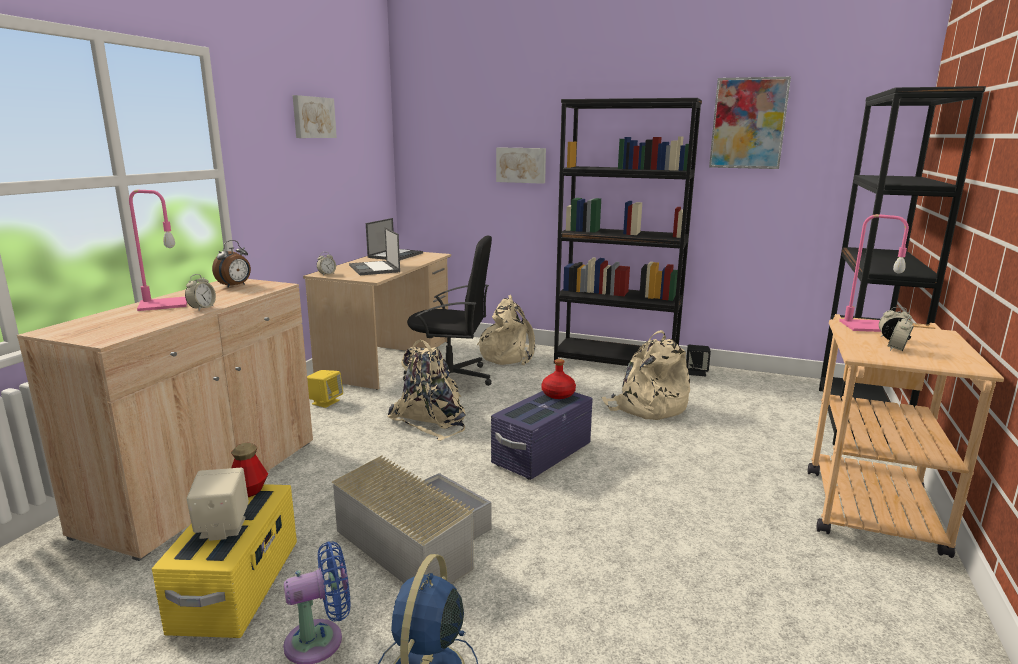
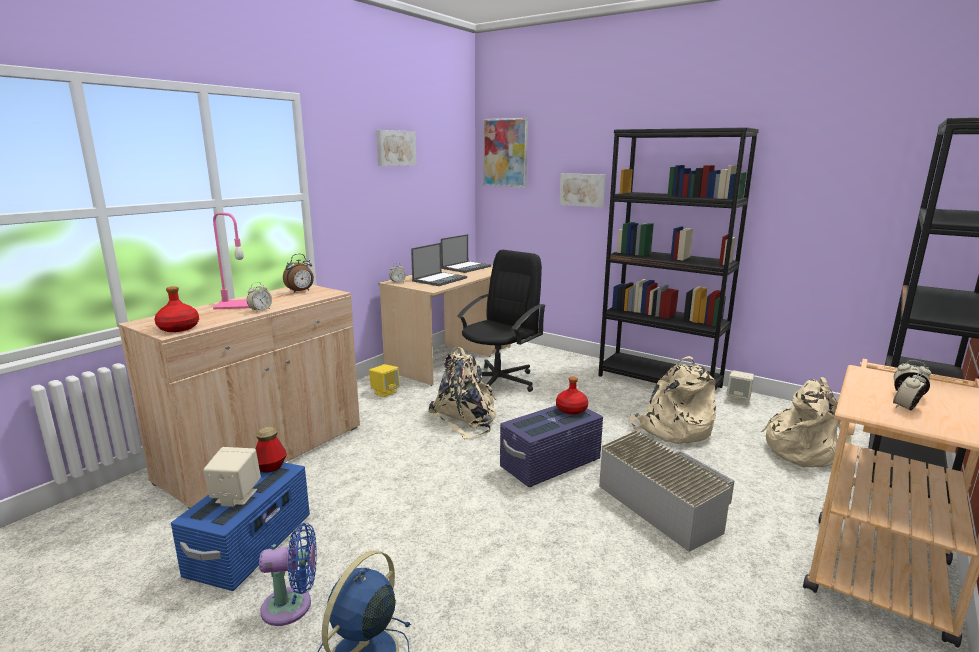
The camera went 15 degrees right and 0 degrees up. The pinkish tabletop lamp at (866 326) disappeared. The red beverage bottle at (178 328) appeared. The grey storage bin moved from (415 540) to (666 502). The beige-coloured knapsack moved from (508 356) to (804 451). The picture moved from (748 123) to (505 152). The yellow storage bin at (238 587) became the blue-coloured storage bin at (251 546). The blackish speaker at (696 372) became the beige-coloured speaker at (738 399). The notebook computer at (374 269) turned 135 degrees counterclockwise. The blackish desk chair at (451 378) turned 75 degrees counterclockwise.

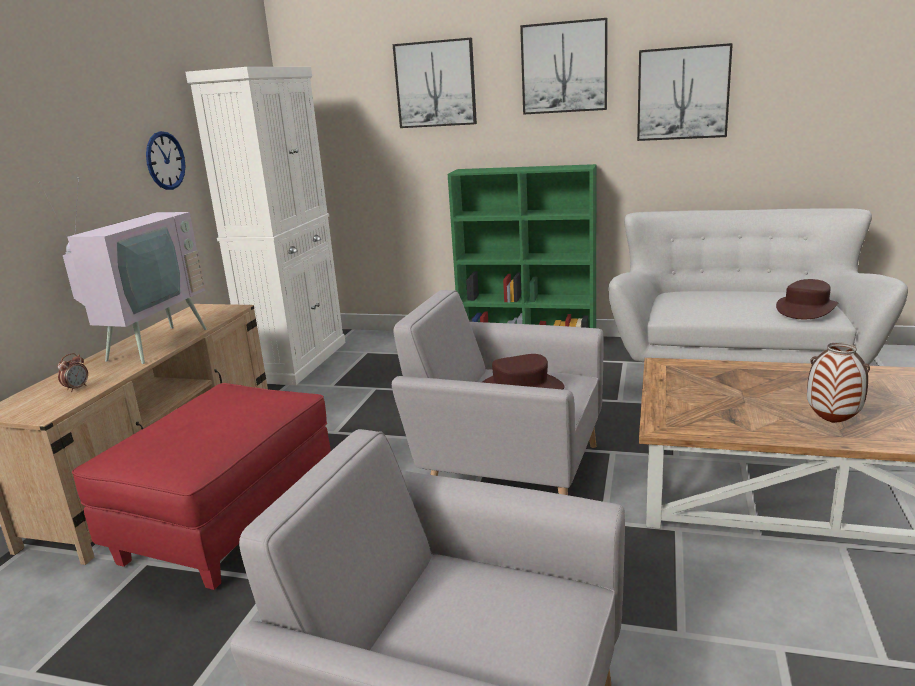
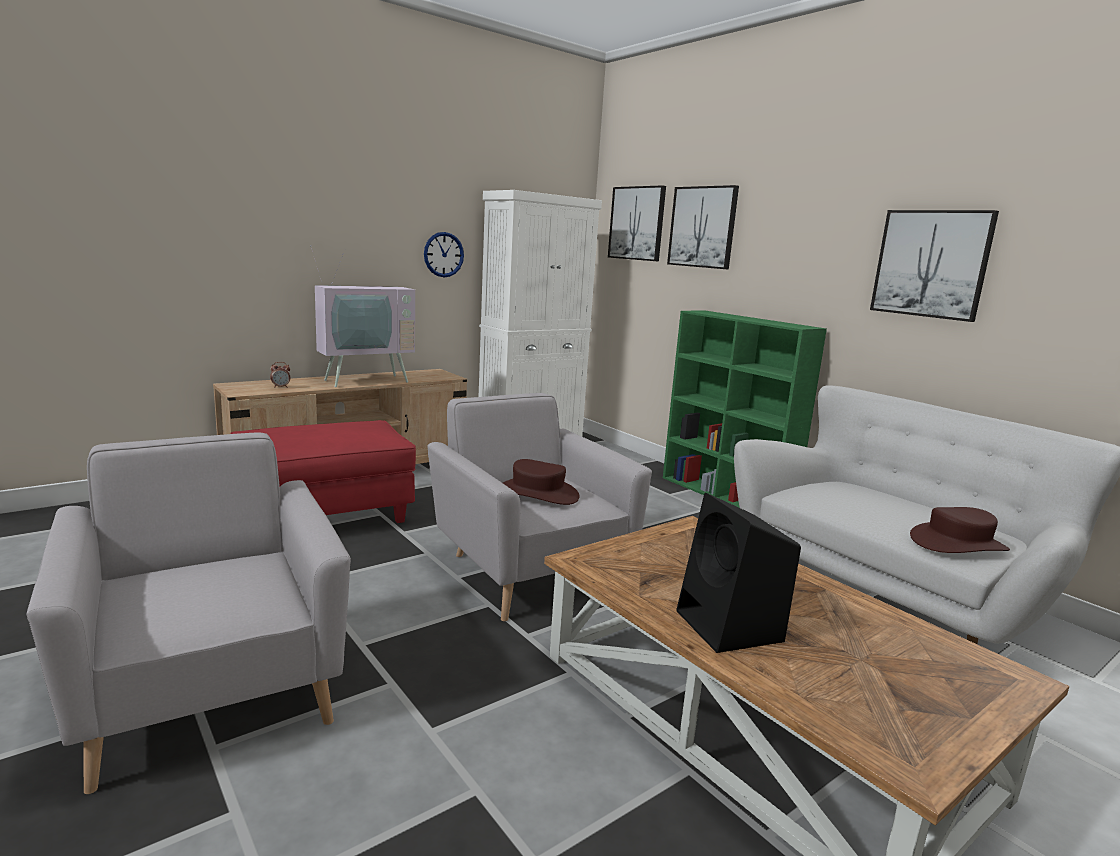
The camera went 35 degrees right and 5 degrees down. The picture moved from (564 67) to (637 223). The flower vase at (833 422) was replaced by the blackish speaker at (731 627).

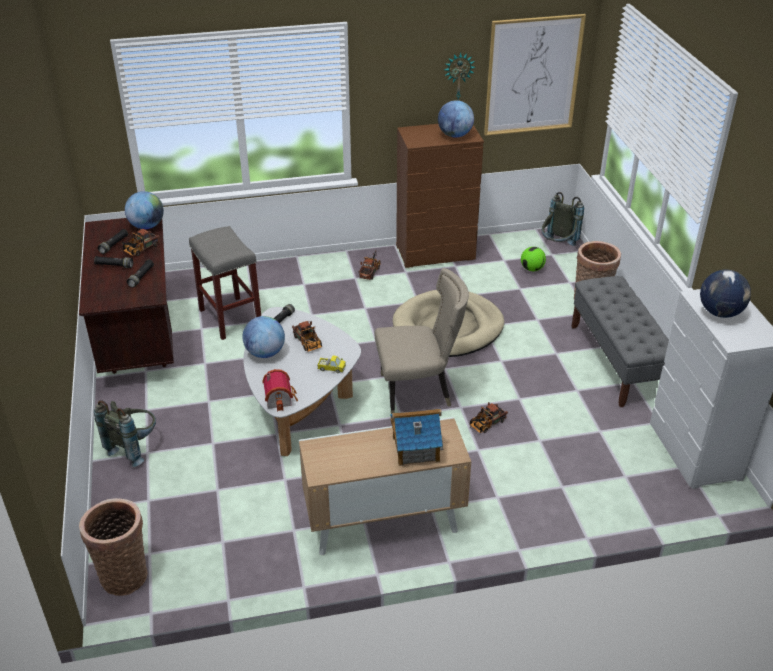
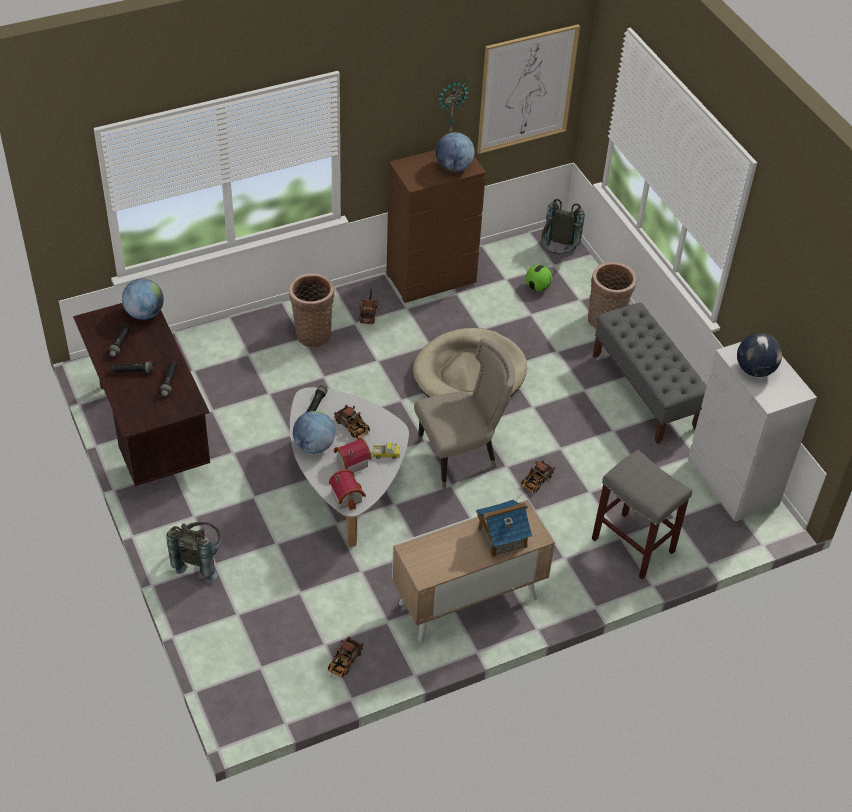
The camera went 15 degrees left and 10 degrees up. The model house at (350 462) appeared. The household basket moved from (124 574) to (312 333). The toy lorry moved from (140 250) to (343 663). The grey stool seat moved from (231 318) to (634 545).

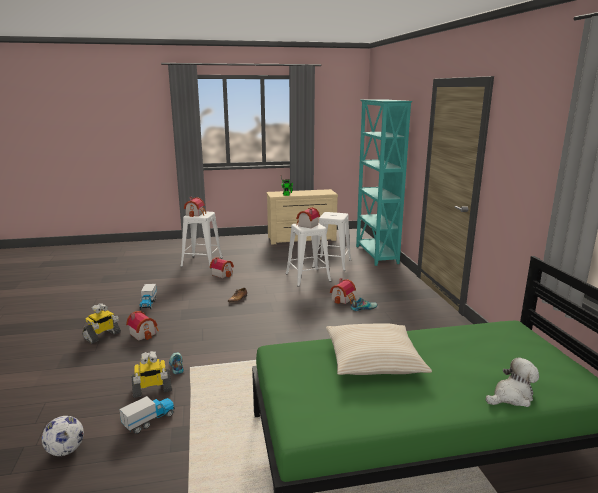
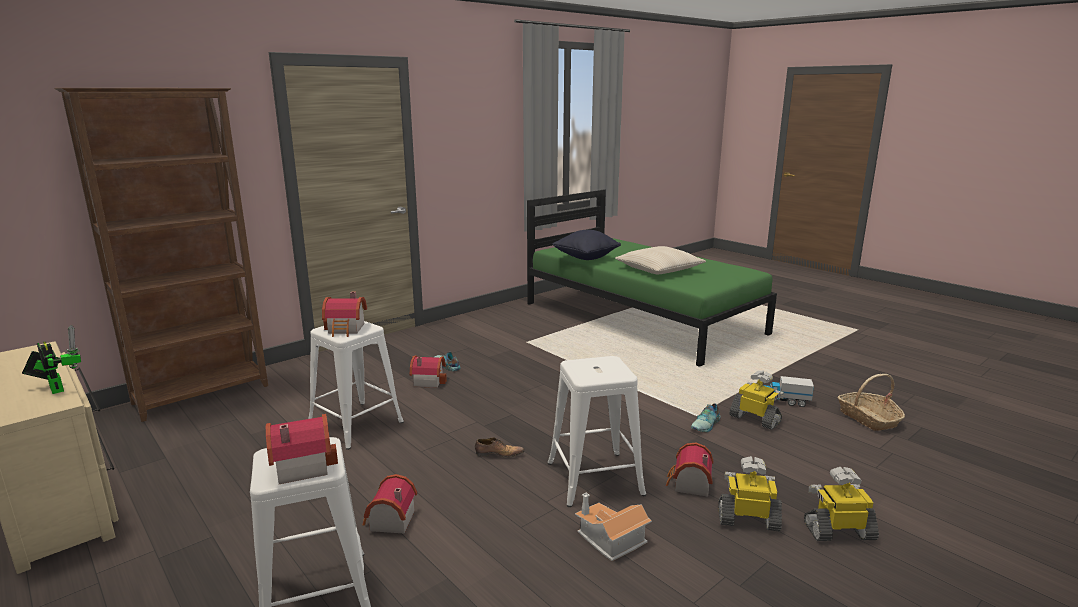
The camera went 120 degrees left and 0 degrees up. The soft toy at (511 397) disappeared. The blackish throw pillow at (586 258) appeared. The robot figure at (838 531) appeared. The white-coloured stool seat moved from (332 263) to (594 478). The ball for football at (65 450) was replaced by the household basket at (868 418). The toy lorry at (148 304) was replaced by the model house at (609 540). The turquoise shelving unit at (376 255) became the brownish shelving unit at (203 395).

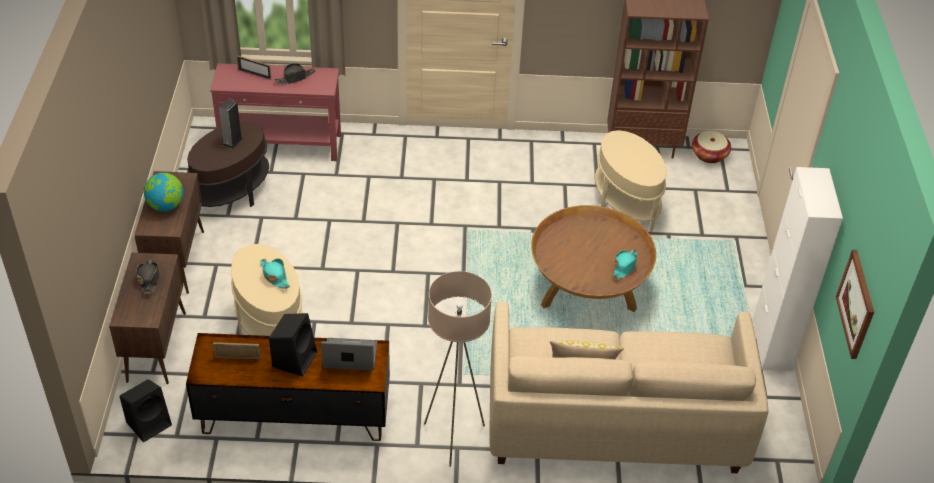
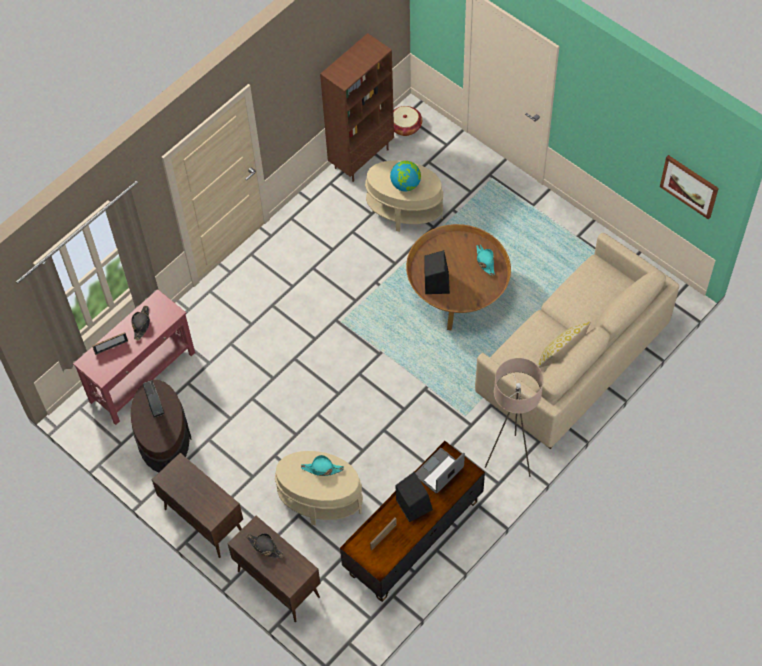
The camera went 45 degrees left and 15 degrees up. The white-coloured cupboard at (771 344) disappeared. The blackish speaker moved from (149 423) to (436 282). The world globe moved from (166 206) to (405 185).

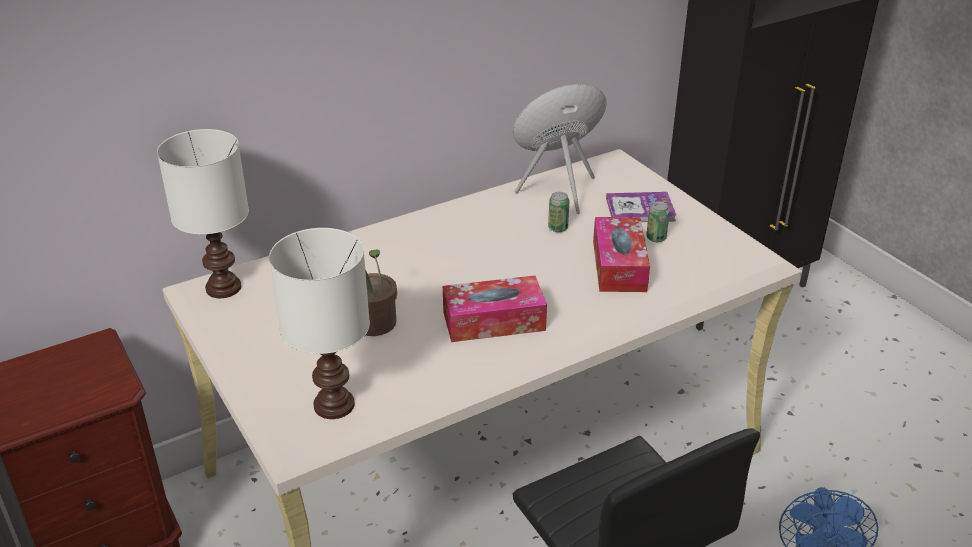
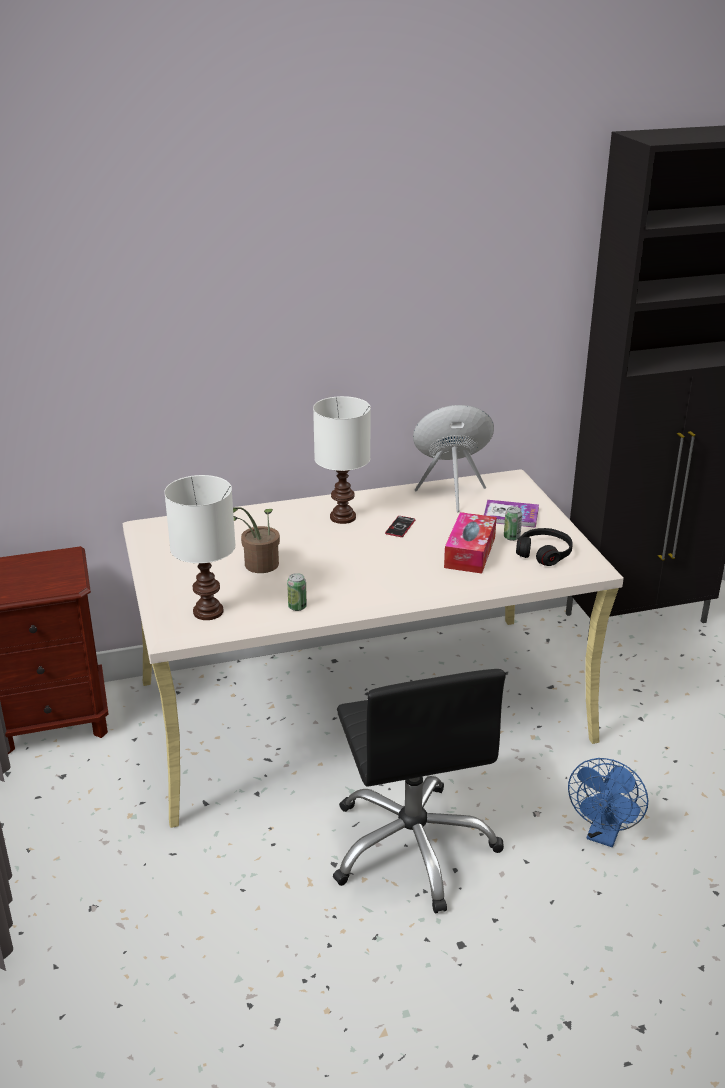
The camera went 15 degrees right and 5 degrees down. The box of tissues at (493 321) disappeared. The phone at (400 527) appeared. The blackish headphones at (544 553) appeared. The white-coloured tabletop lamp moved from (225 288) to (344 517). The can moved from (558 228) to (297 607).

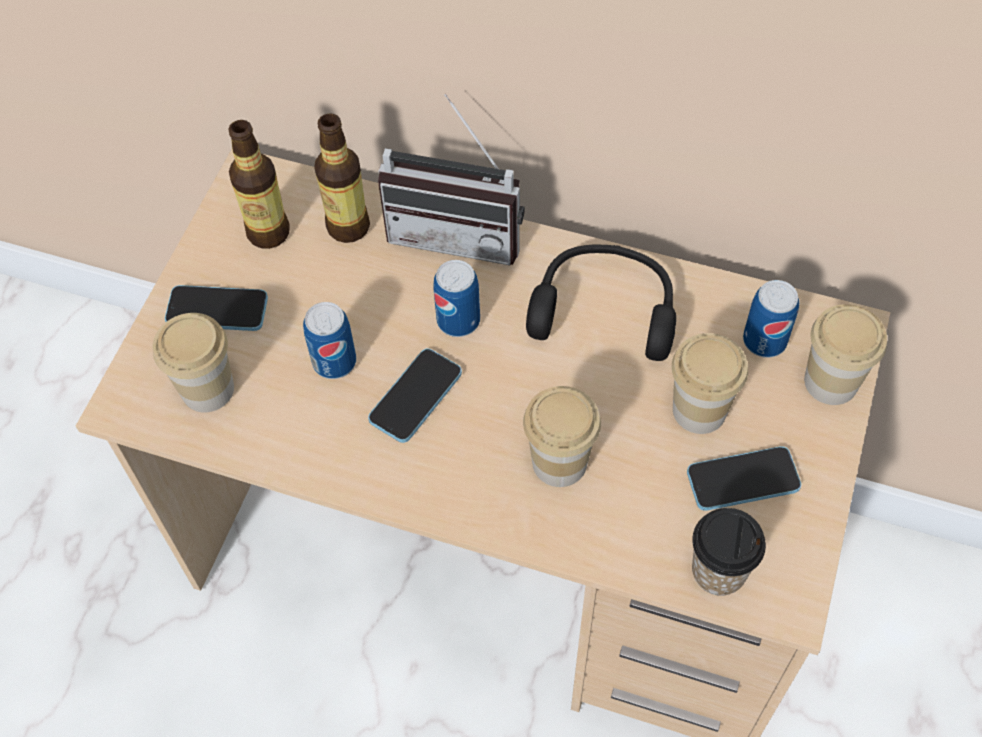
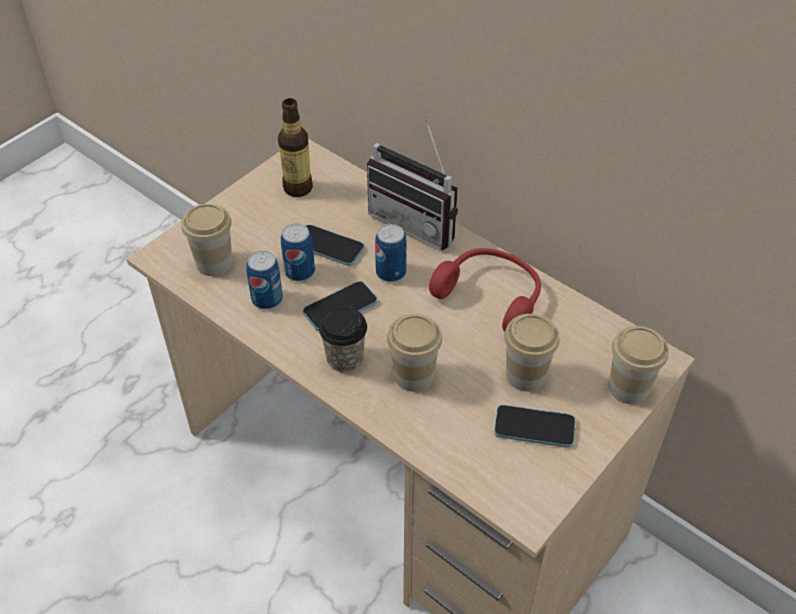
The camera went 20 degrees right and 10 degrees down. The beverage bottle at (348 227) disappeared. The phone moved from (217 310) to (329 247). The drinking cup moved from (718 571) to (345 359). The can moved from (764 341) to (267 299). The blackish headphones at (604 310) became the red headphones at (491 296).

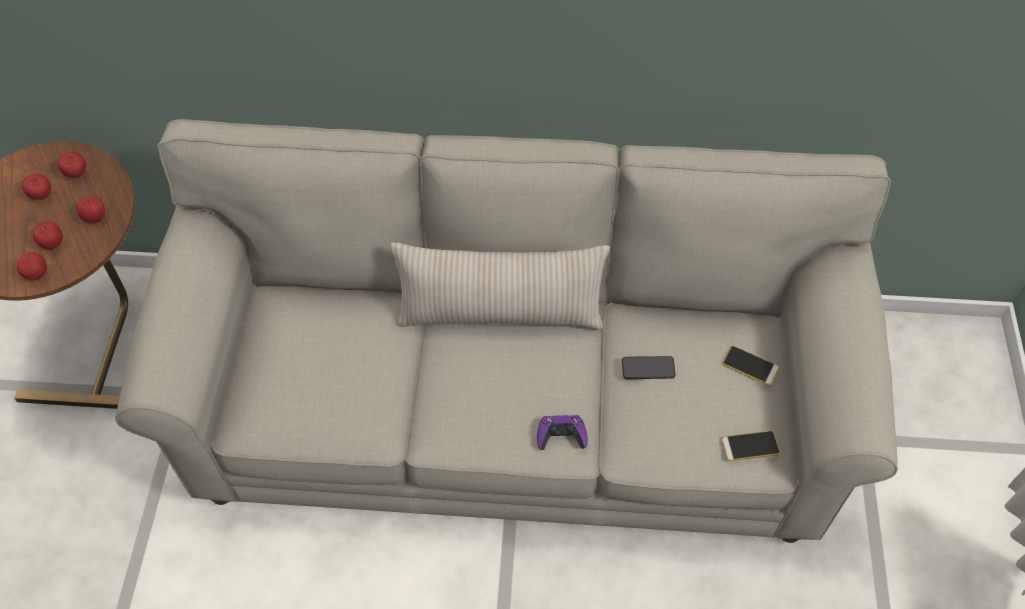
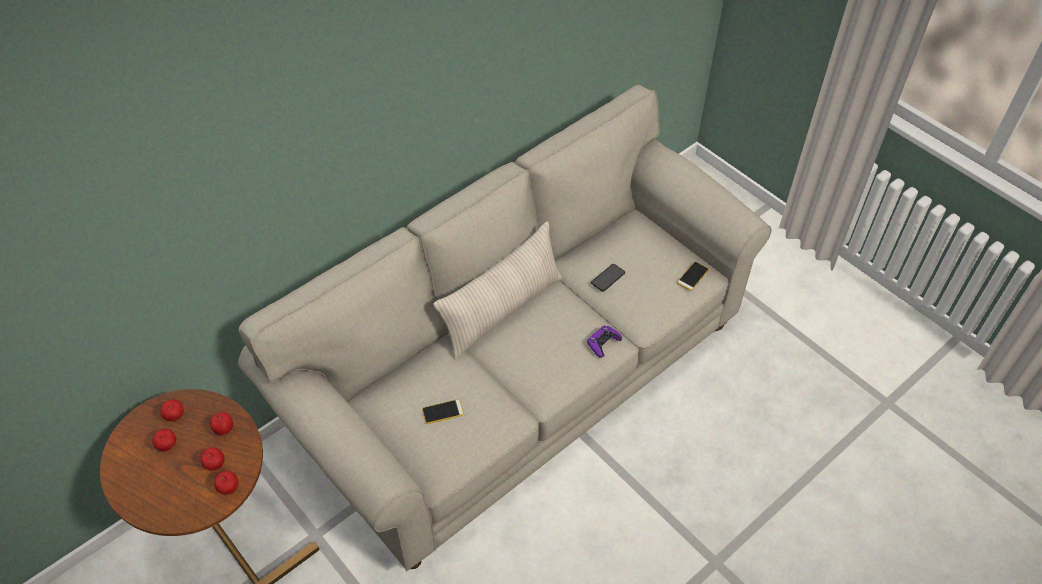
The camera went 45 degrees left and 5 degrees down. The phone moved from (750 366) to (442 412).

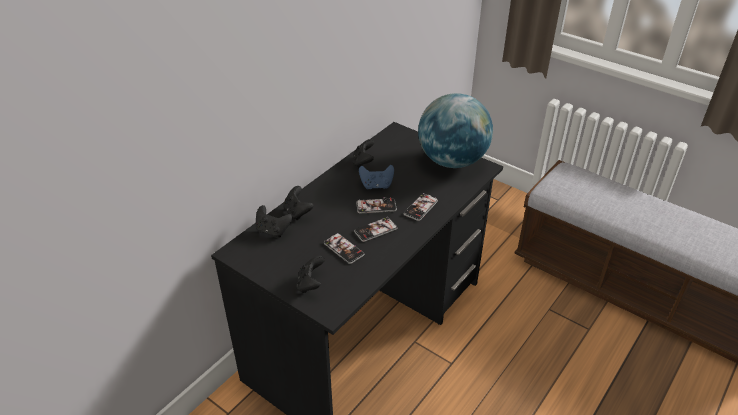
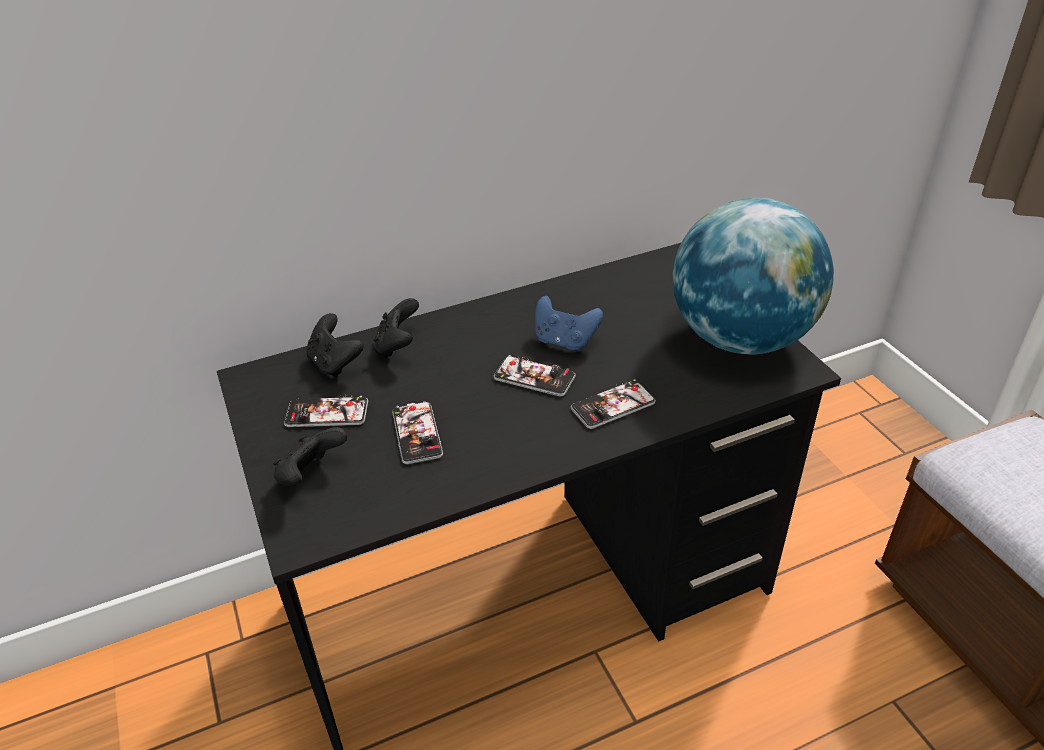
The camera went 30 degrees right and 0 degrees up. The blackish game controller at (363 162) disappeared. The phone moved from (375 230) to (327 413).

